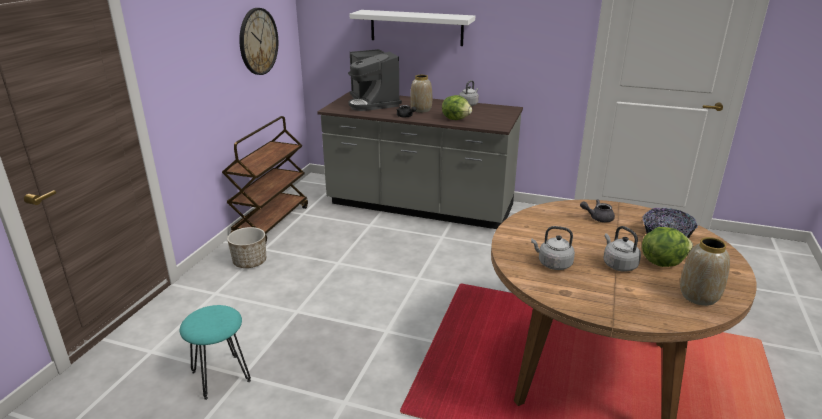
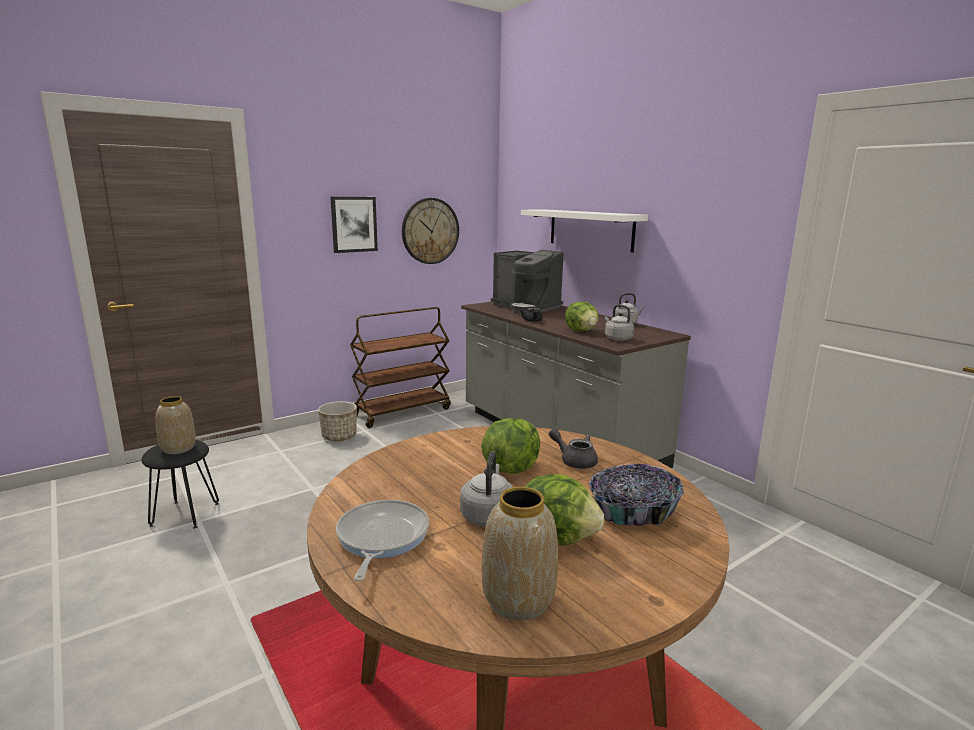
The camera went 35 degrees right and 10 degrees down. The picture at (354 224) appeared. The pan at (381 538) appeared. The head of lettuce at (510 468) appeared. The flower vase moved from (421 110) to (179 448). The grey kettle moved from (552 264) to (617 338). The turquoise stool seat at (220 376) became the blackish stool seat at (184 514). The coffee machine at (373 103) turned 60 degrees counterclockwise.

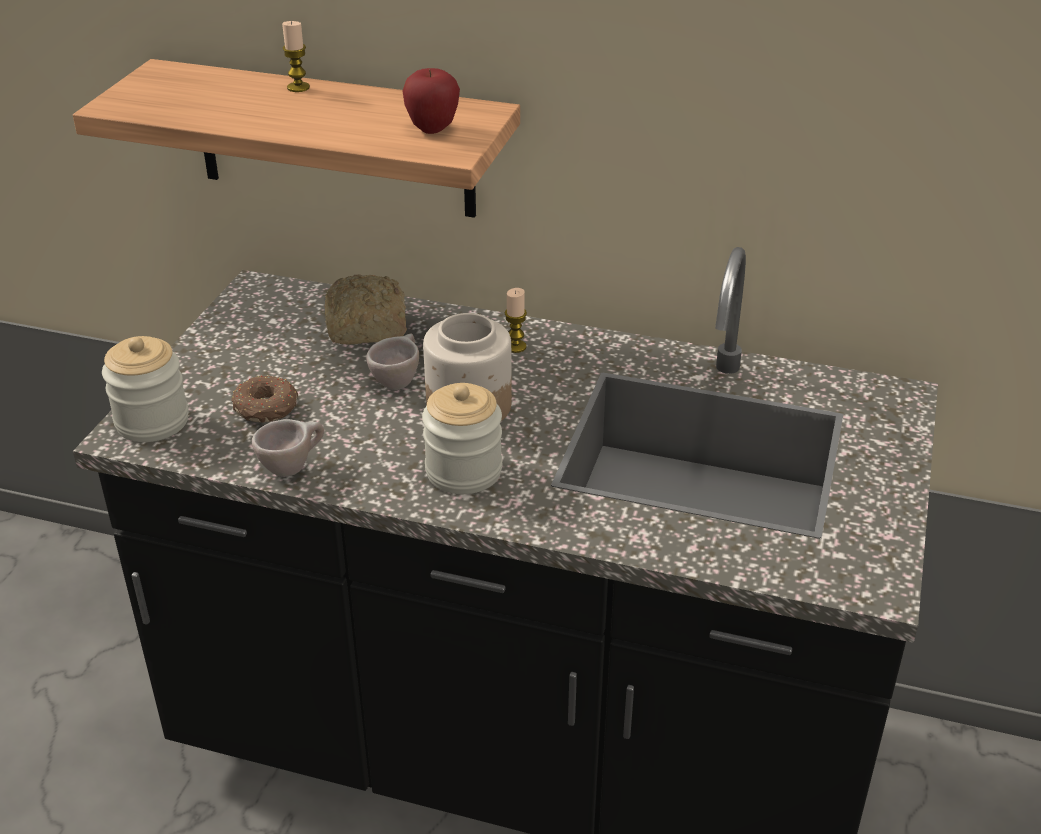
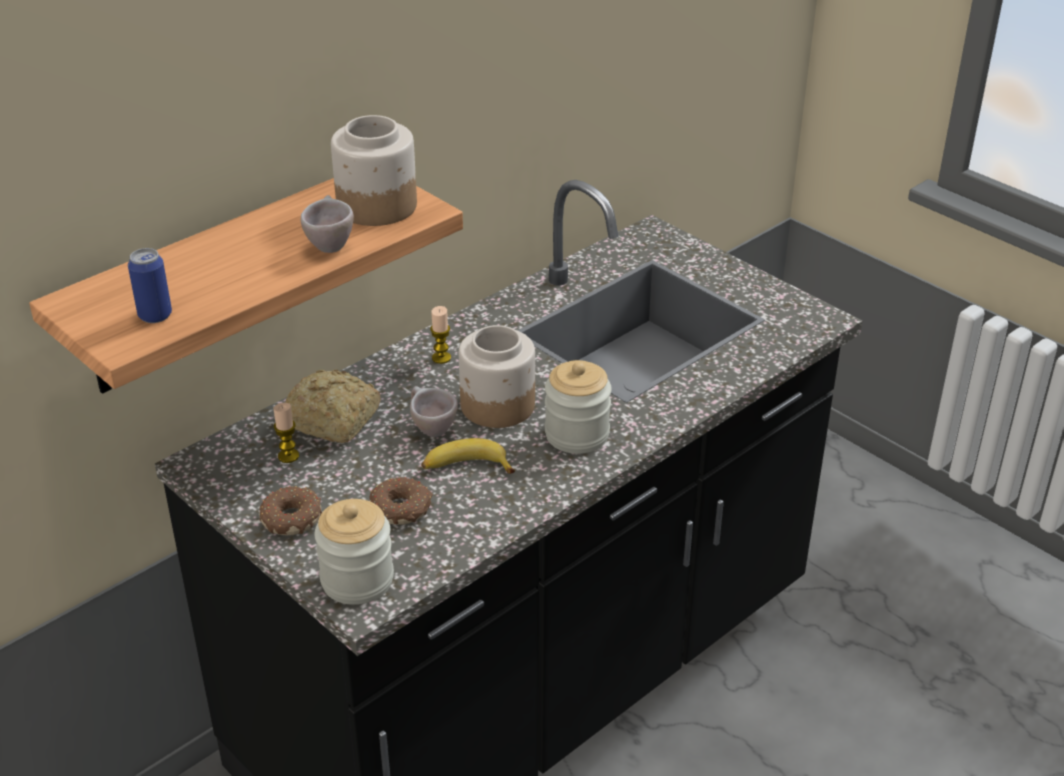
The camera went 60 degrees left and 0 degrees up. The can at (155 315) appeared. The doughnut at (291 518) appeared. The banana at (466 467) appeared. The beige-coloured drinking cup moved from (292 466) to (329 244). The wax light moved from (298 87) to (288 456). The apple fruit at (432 129) was replaced by the storage jar at (375 206).

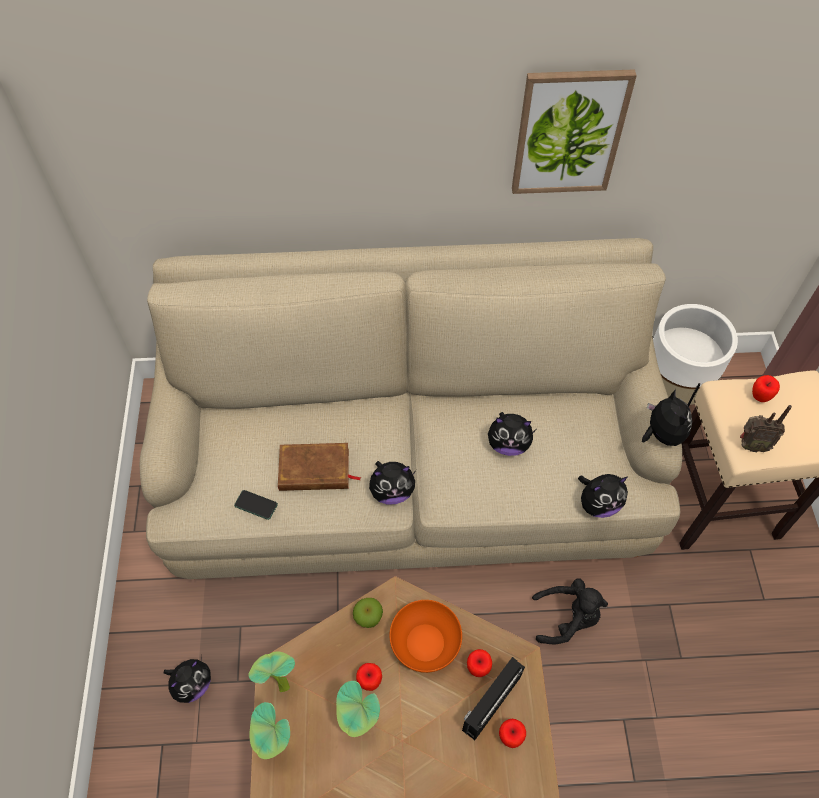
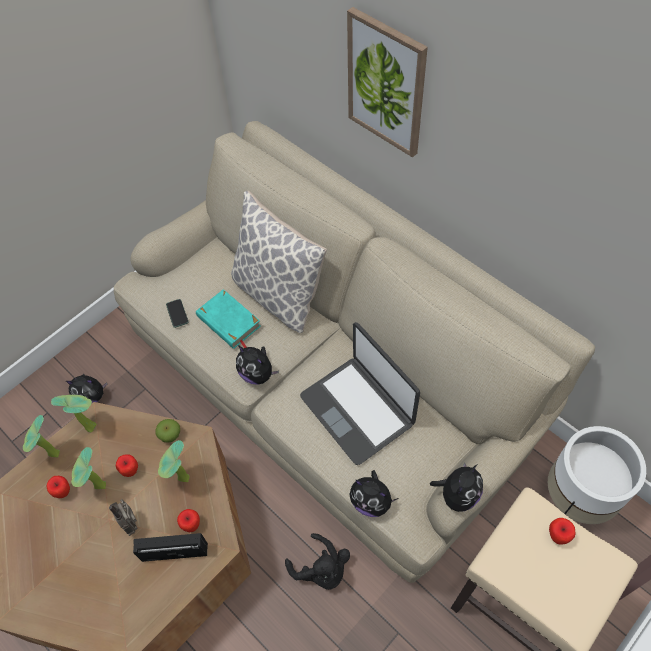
The camera went 50 degrees right and 0 degrees up. The throw pillow at (277 293) appeared. The apple fruit moved from (510 737) to (63 492). The picture moved from (568 132) to (386 83). The radio moved from (751 445) to (131 523). The orange-coloured bowl at (424 643) was replaced by the potted plant at (182 480). The soft toy at (508 444) was replaced by the notebook computer at (358 409). The brownish book at (314 470) became the turquoise book at (228 322).

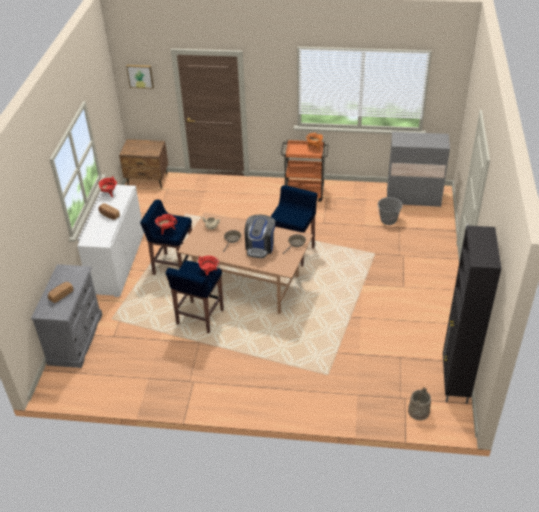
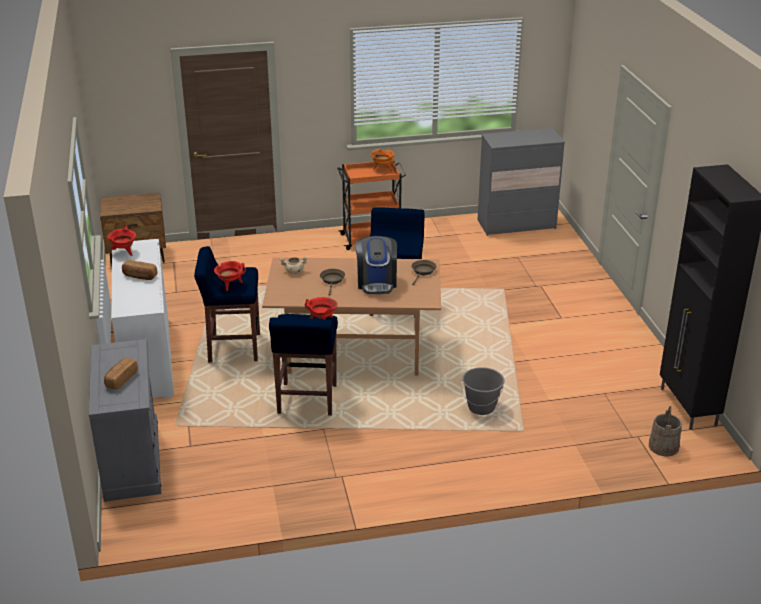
The camera went 20 degrees left and 10 degrees down. The picture at (140 76) disappeared. The grey pail moved from (388 220) to (481 407).

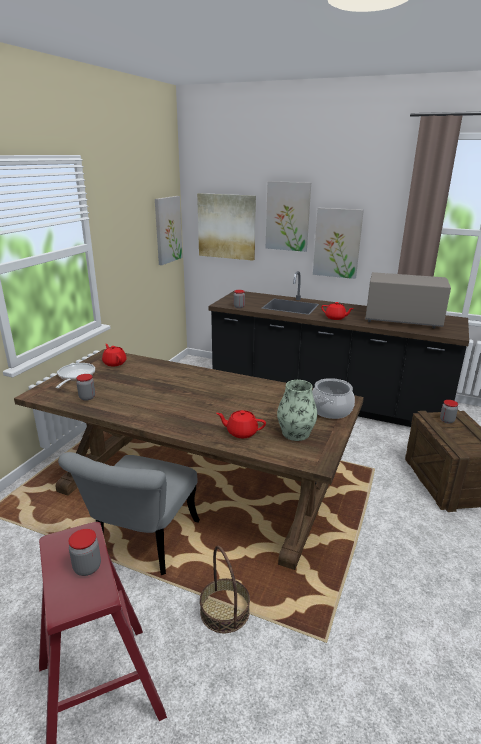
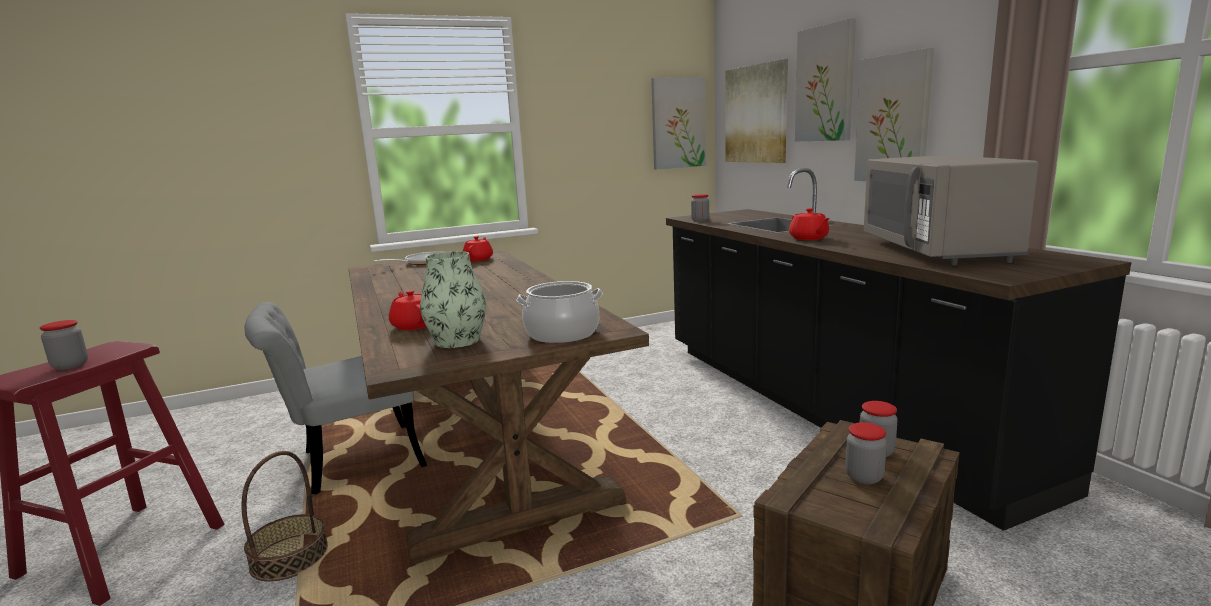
The camera went 45 degrees right and 10 degrees down. The storage jar moved from (87 397) to (864 477). The grey kitchen microwave at (402 320) turned 150 degrees counterclockwise.

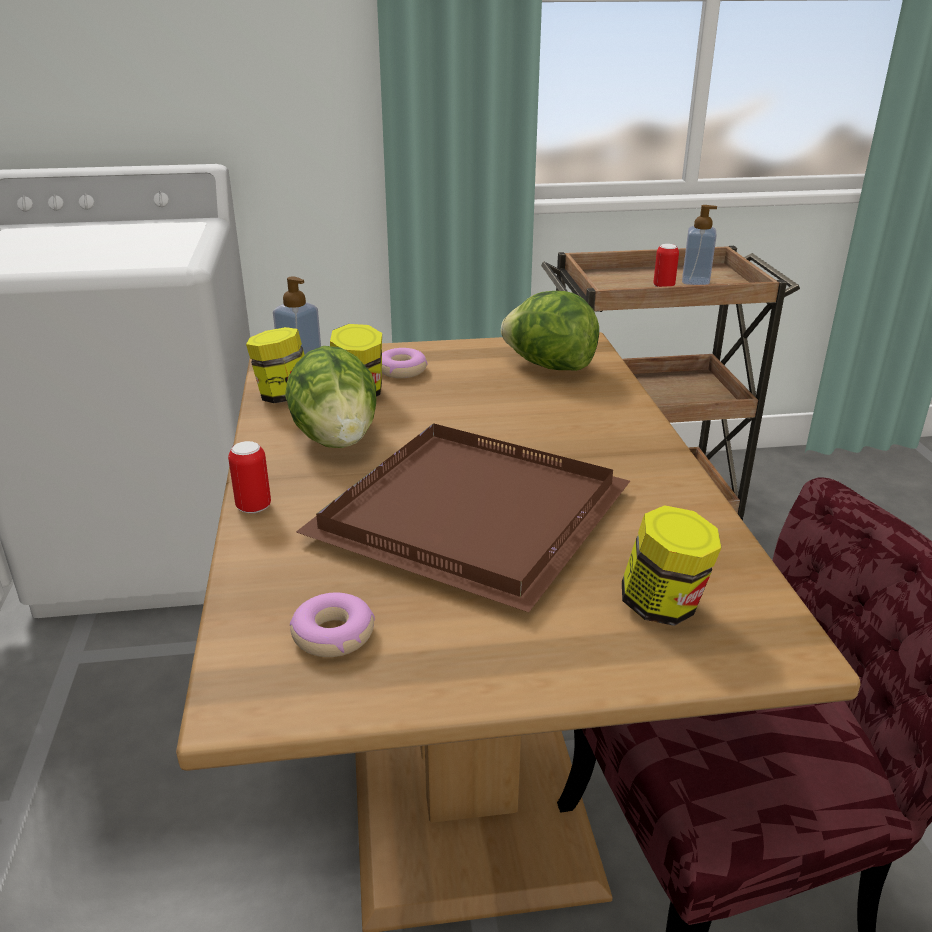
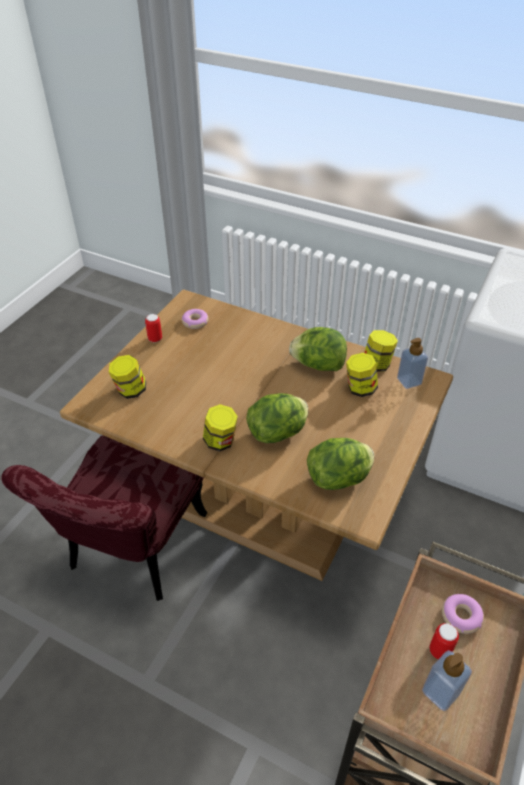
The camera went 125 degrees right and 15 degrees up. The brownish serving tray at (472 519) disappeared. The storage jar at (220 441) appeared. The head of lettuce at (278 433) appeared. The can moved from (253 507) to (155 339). The doughnut moved from (402 370) to (461 616).

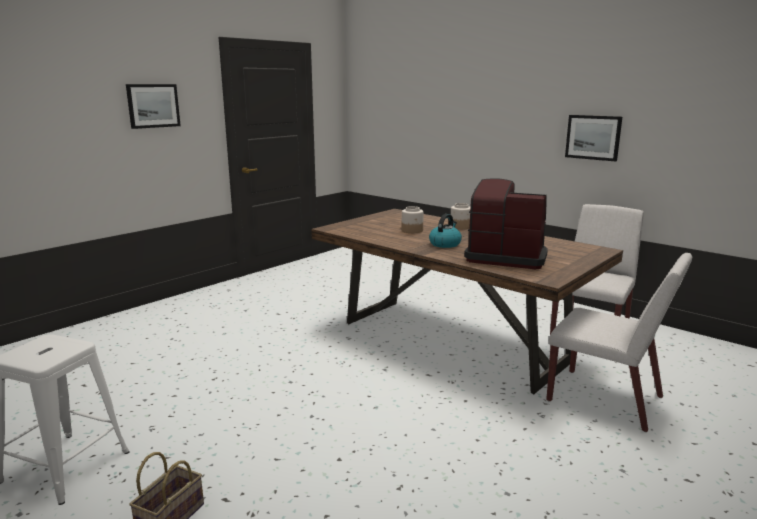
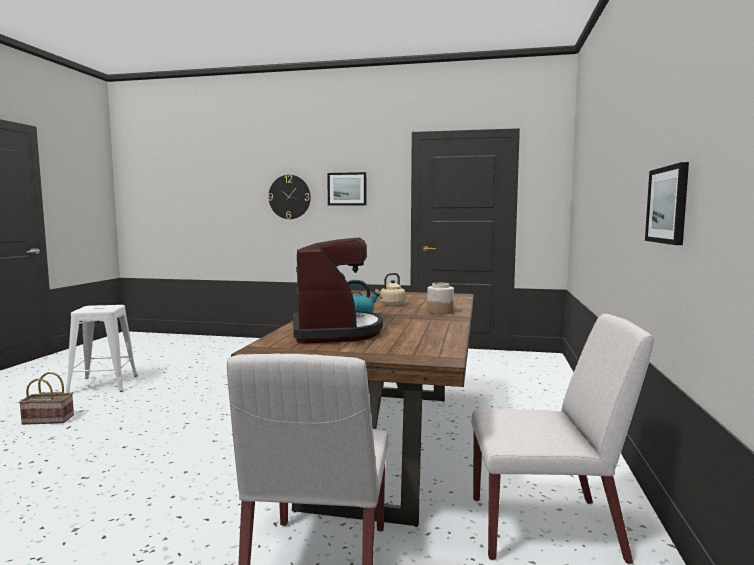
The camera went 60 degrees right and 10 degrees down. The hanging clock at (289 197) appeared. The storage jar at (412 230) was replaced by the beige-coloured kettle at (391 304).

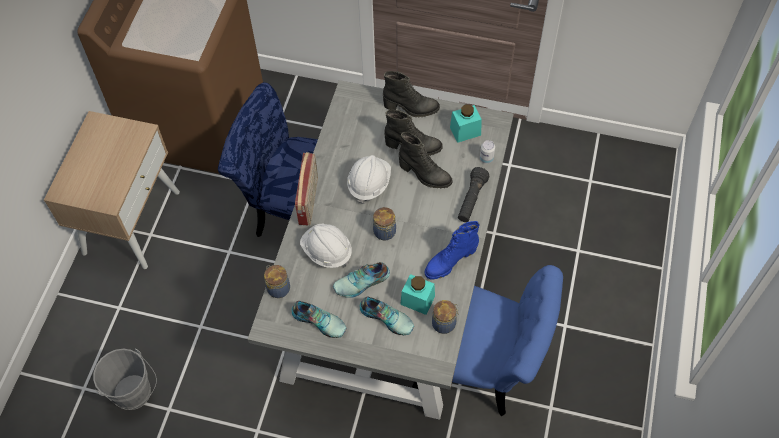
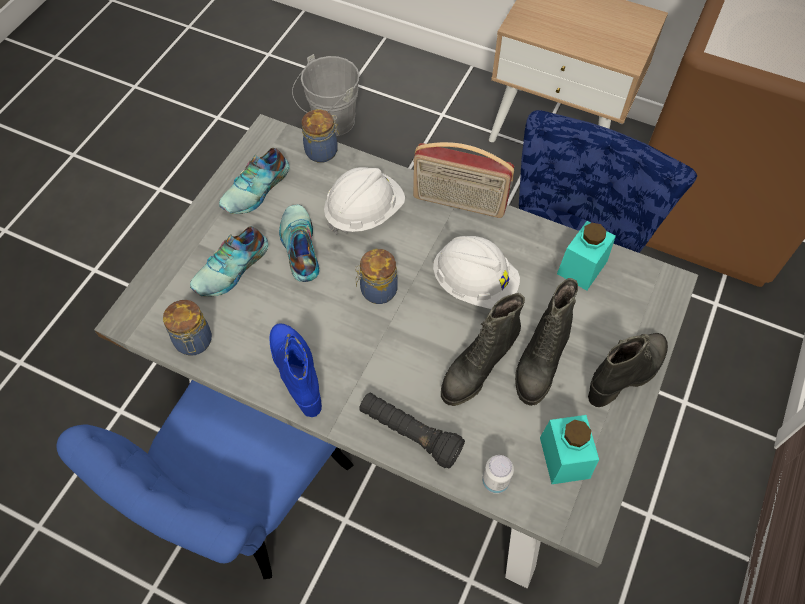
The camera went 100 degrees right and 0 degrees up. The turquoise storage jar moved from (417 300) to (582 267). The blackish tall boot at (411 108) turned 150 degrees counterclockwise.

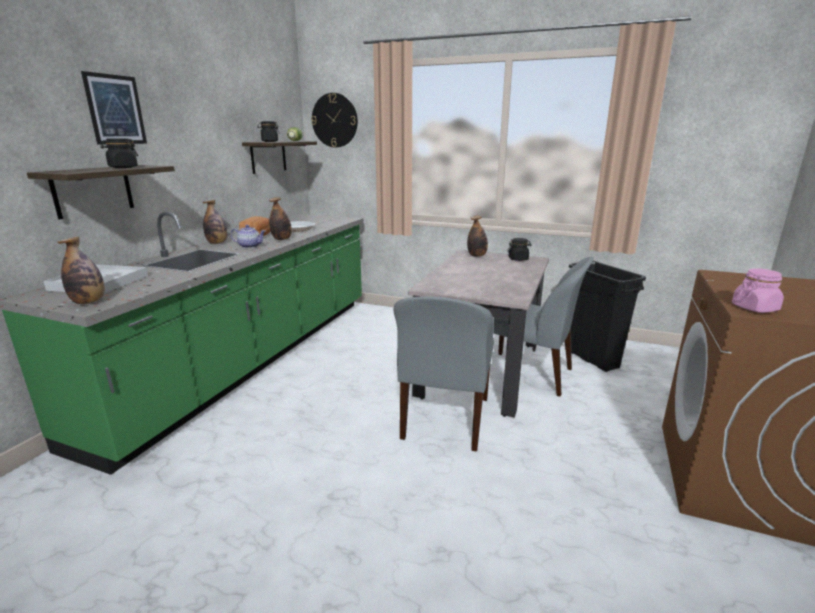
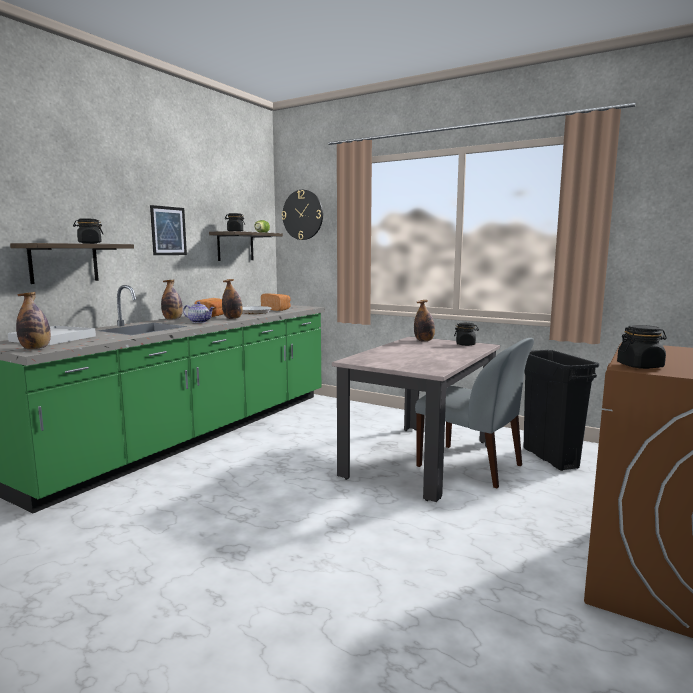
The camera went 10 degrees right and 10 degrees down. The grey upright chair at (445 419) disappeared. The baked bread at (276 309) appeared. The picture moved from (115 110) to (168 231). The pinkish storage jar at (754 308) became the blackish storage jar at (640 366).

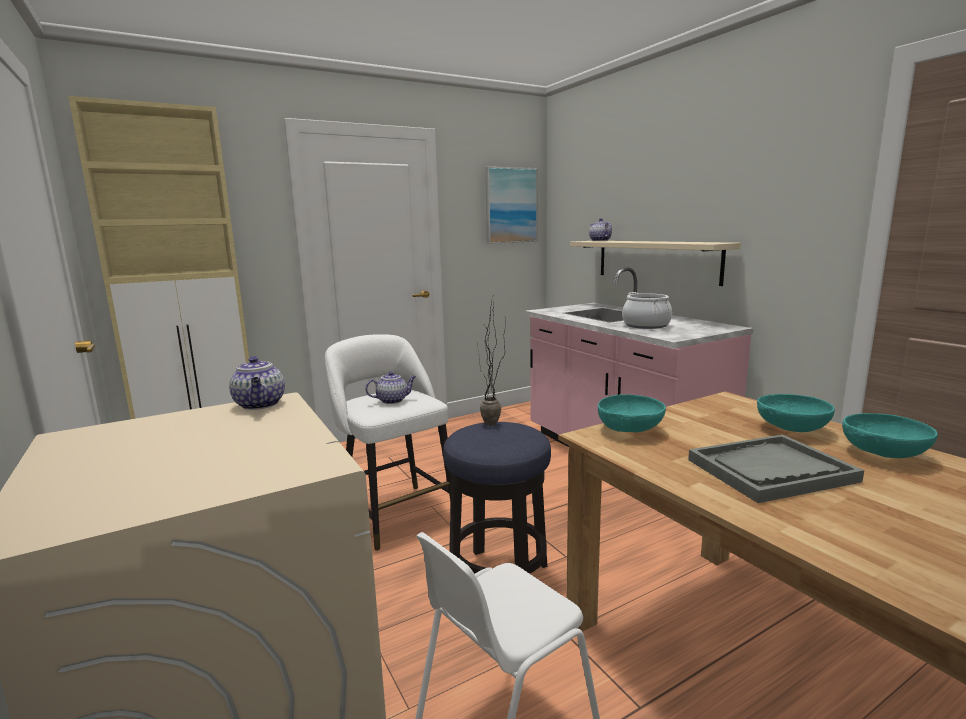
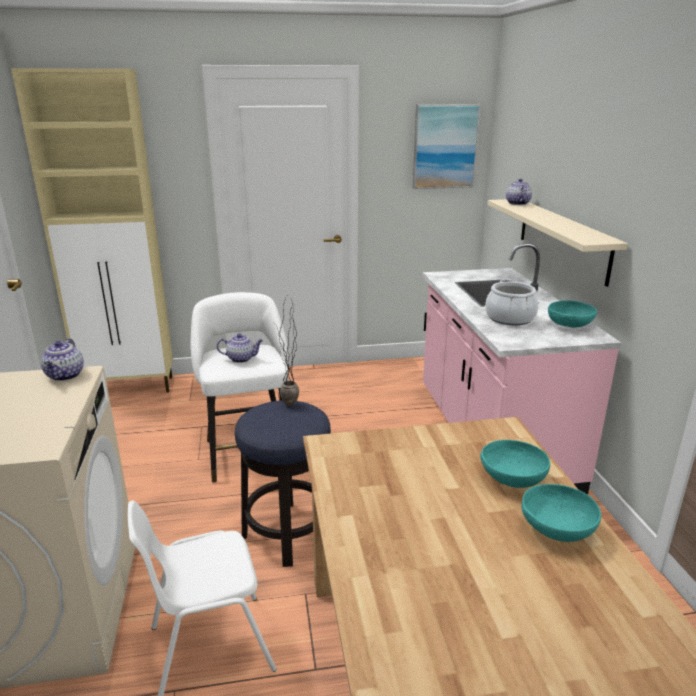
The camera went 20 degrees right and 10 degrees up. The grey serving tray at (770 470) disappeared. The turquoise bowl moved from (630 430) to (569 326).

